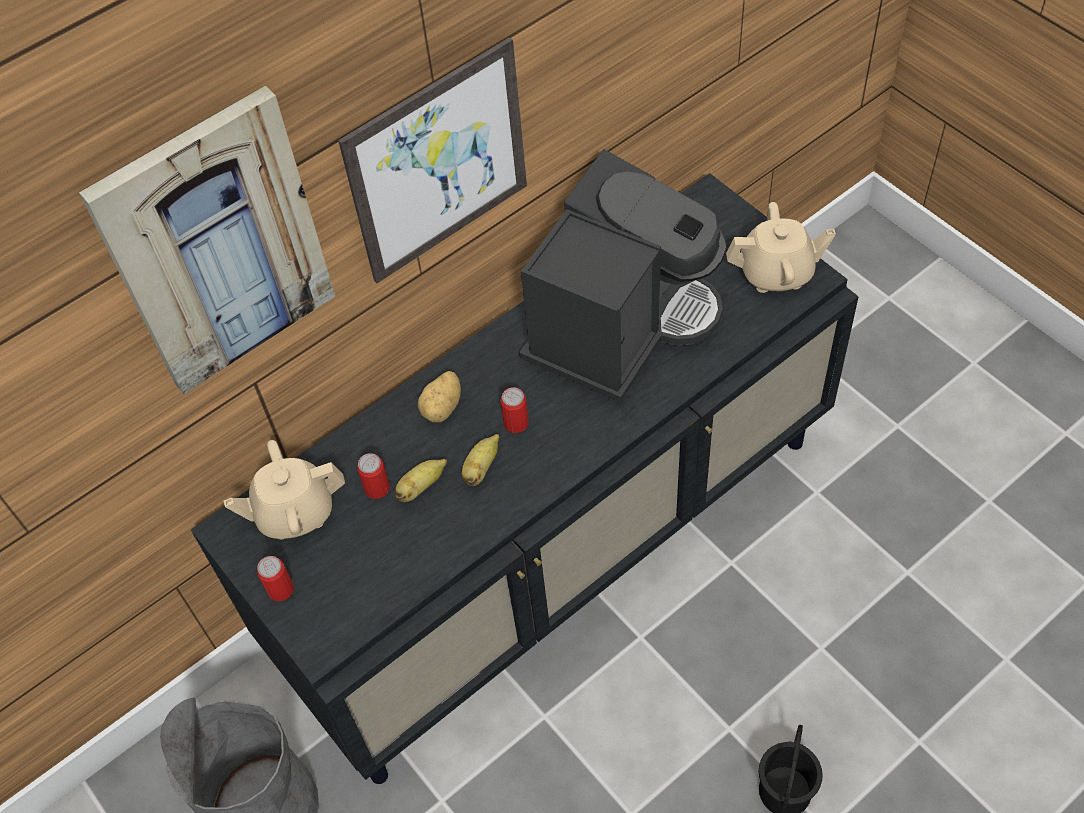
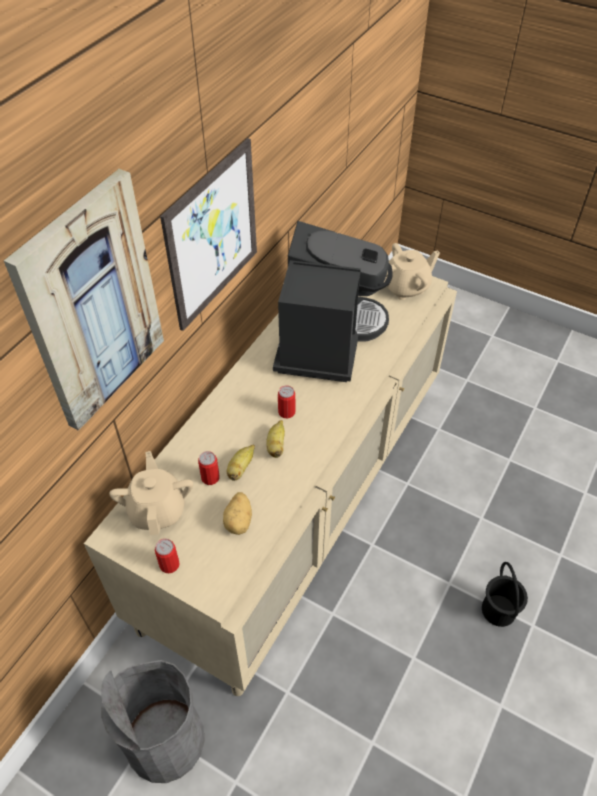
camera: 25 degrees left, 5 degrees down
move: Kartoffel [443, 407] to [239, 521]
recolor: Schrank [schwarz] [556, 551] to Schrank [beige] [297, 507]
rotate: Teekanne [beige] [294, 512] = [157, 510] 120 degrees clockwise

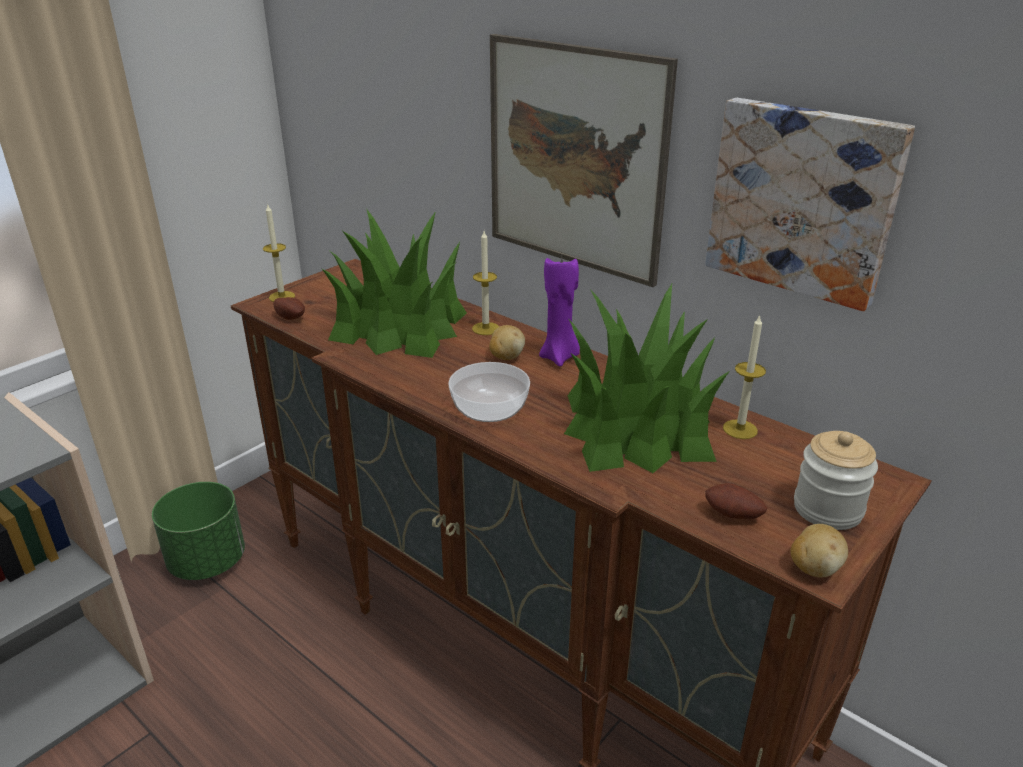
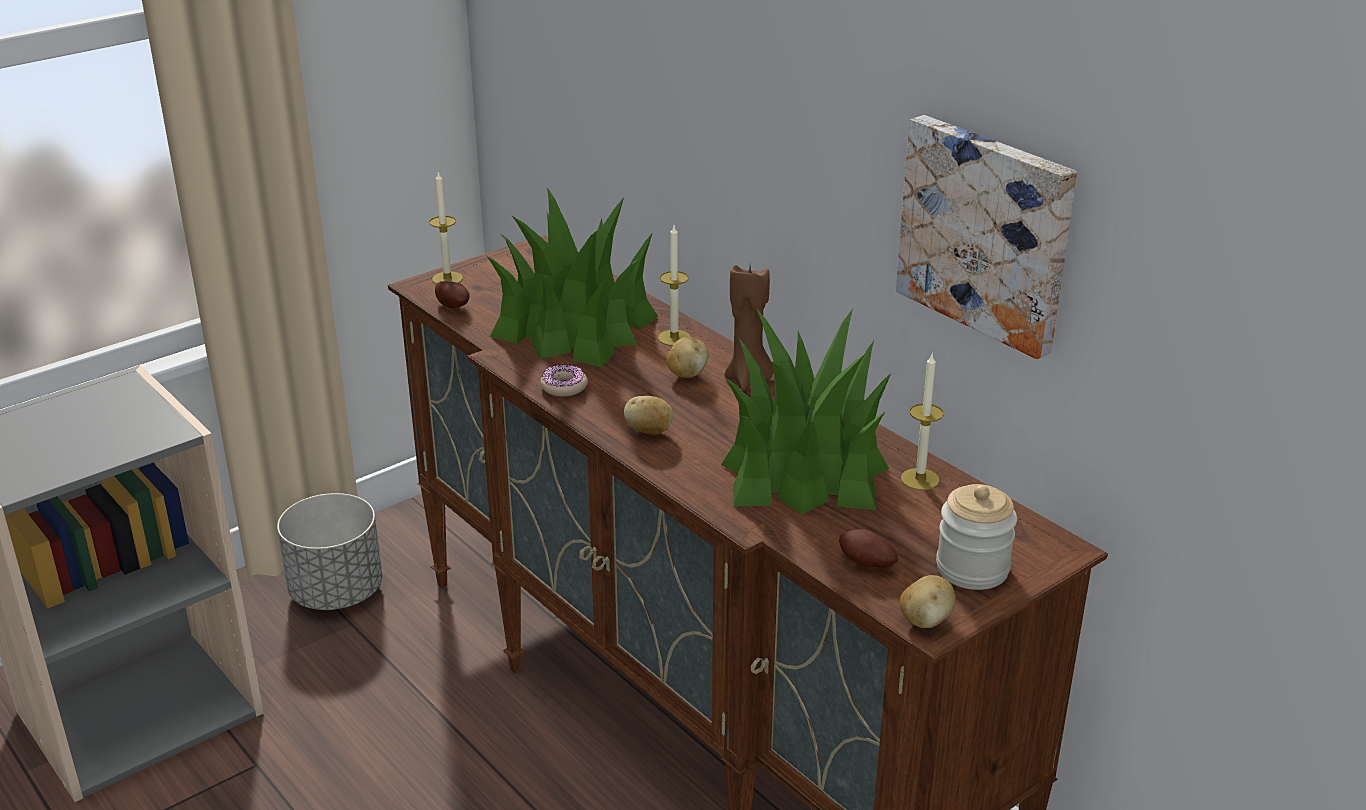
camera: 10 degrees right, 0 degrees up
delete: Bild [574, 158]
insert: Donut [564, 387]
replace: Schüssel [490, 409] to Kartoffel [649, 431]
recolor: Pflanzkübel [grün] [207, 561] to Pflanzkübel [grau] [337, 592]; Kerze [lila] [560, 357] to Kerze [braun] [749, 379]

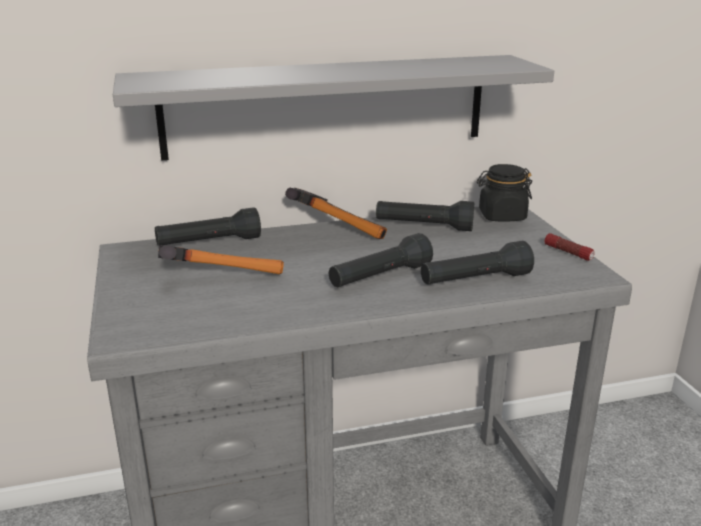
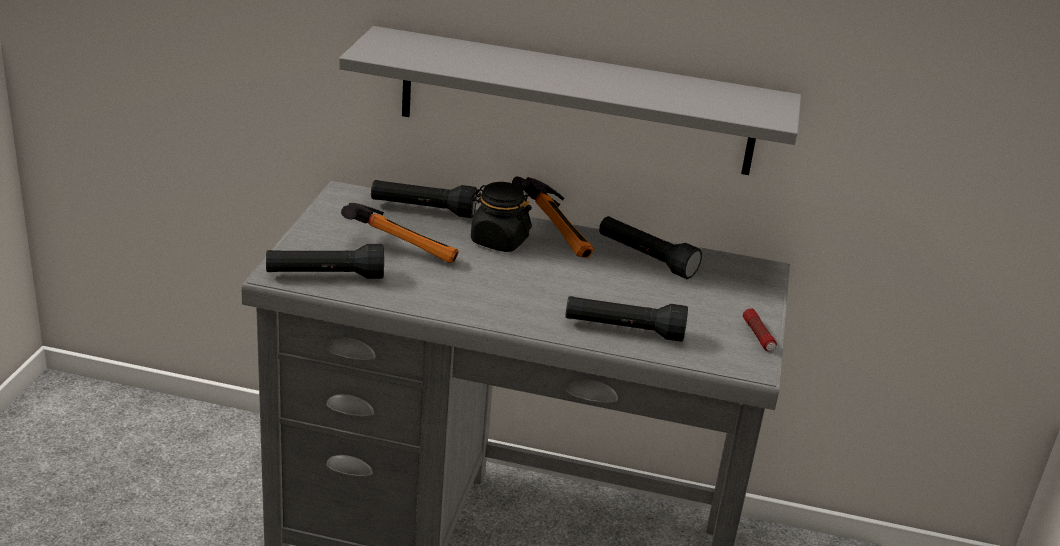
camera: 25 degrees right, 5 degrees up
move: Taschenlampe [schwarz] [380, 277] to [325, 276]; Vorratsglas [schwarz] [501, 216] to [499, 241]

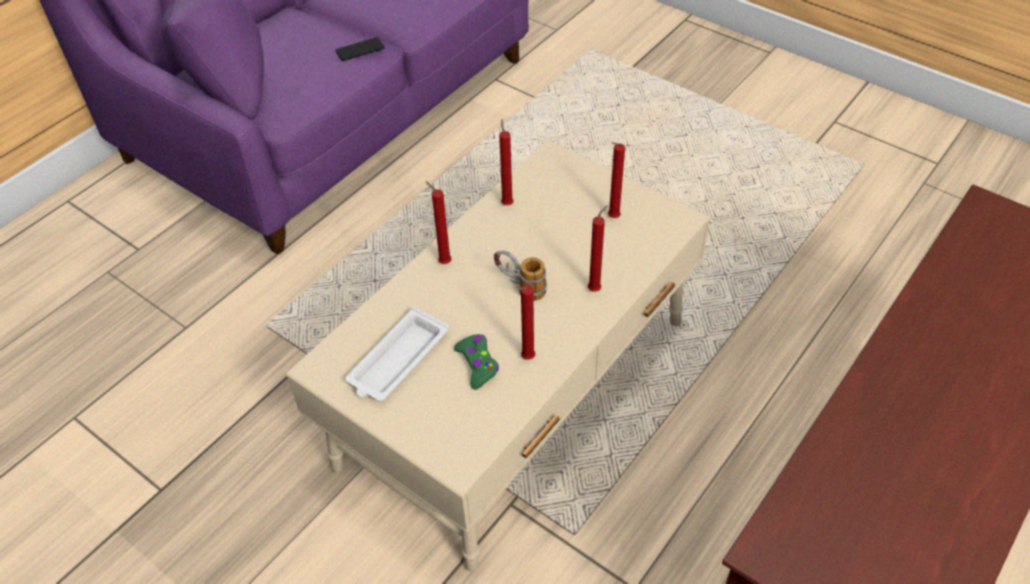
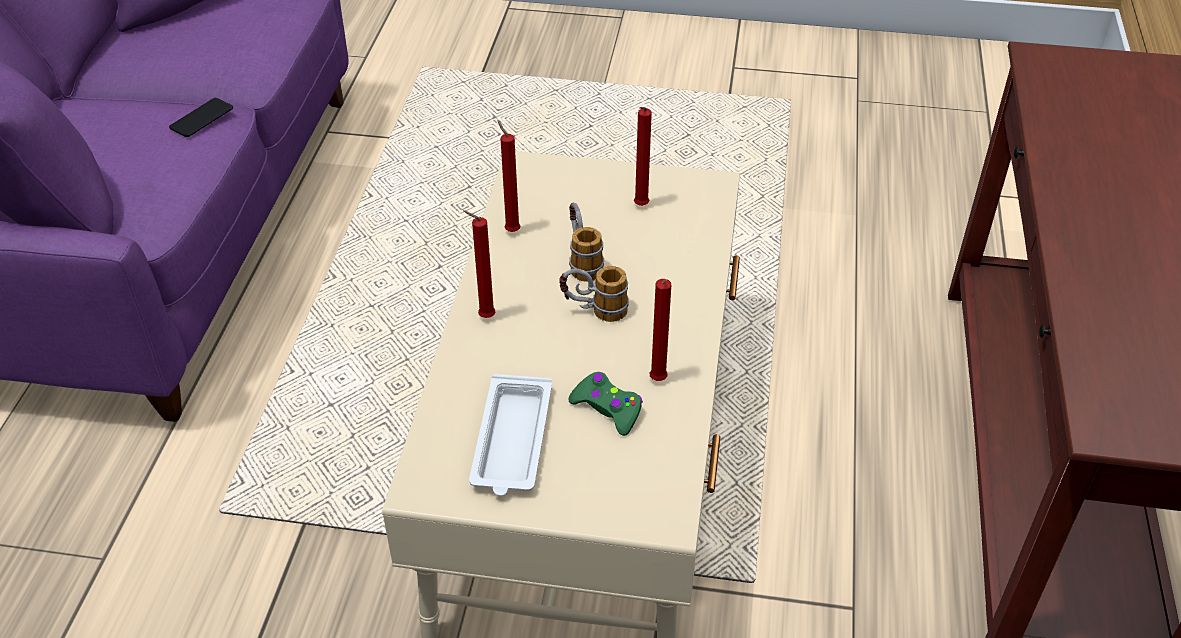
camera: 30 degrees left, 5 degrees down
delete: Kerze [rot] [596, 289]
insert: Henkelbecher [582, 261]

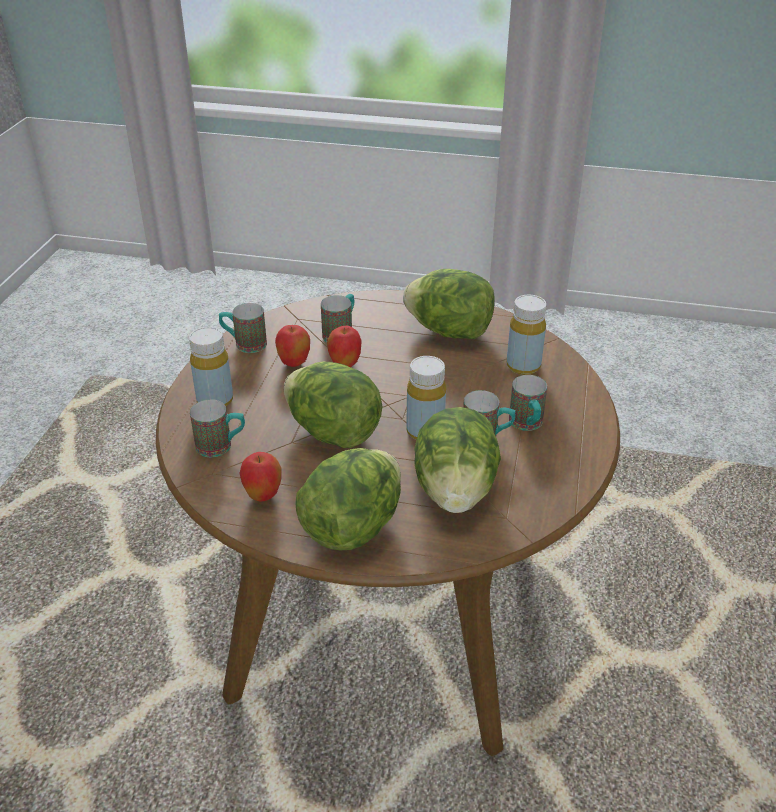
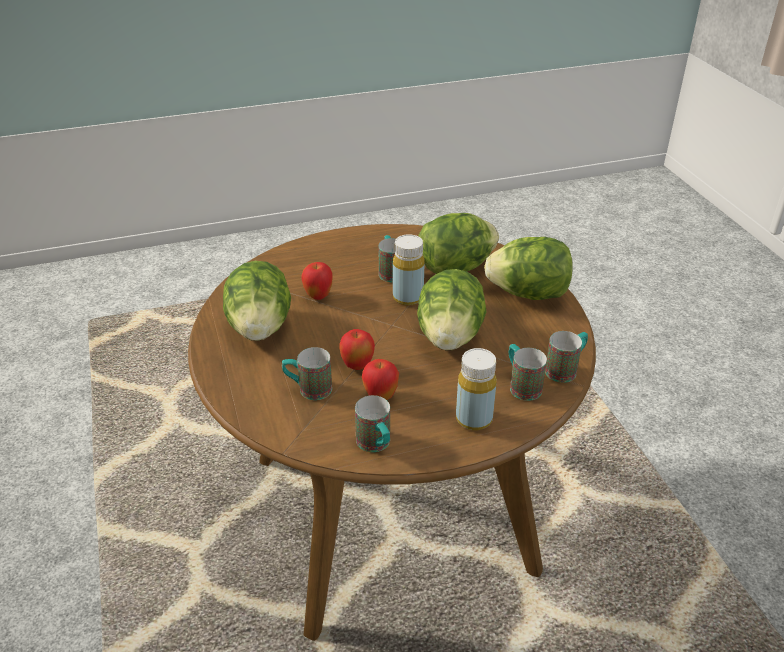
camera: 120 degrees left, 0 degrees up
delete: Flasche [gelb] [523, 366]
move: Apfel [263, 496] to [318, 296]; Henkelbecher [527, 425] to [565, 369]

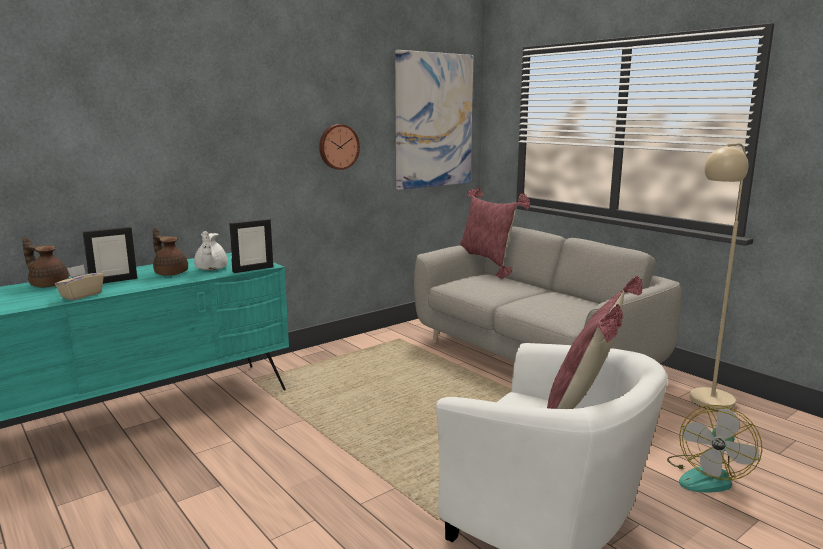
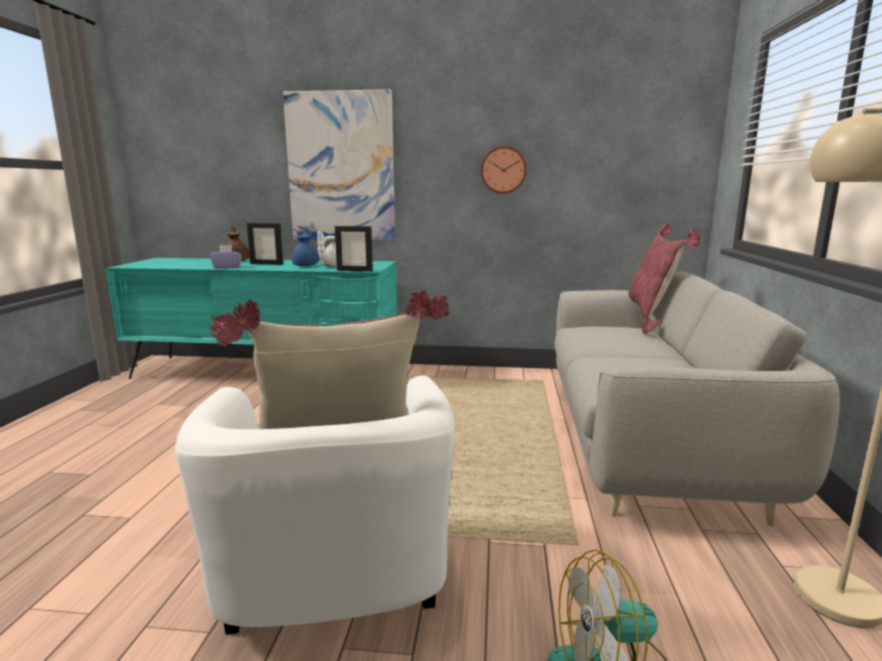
camera: 45 degrees right, 0 degrees up
move: Bild [433, 120] to [341, 167]
recolor: Taschentuchbox [beige] [81, 295] to Taschentuchbox [lila] [227, 267]; Teekanne [braun] [171, 273] to Teekanne [blau] [306, 265]

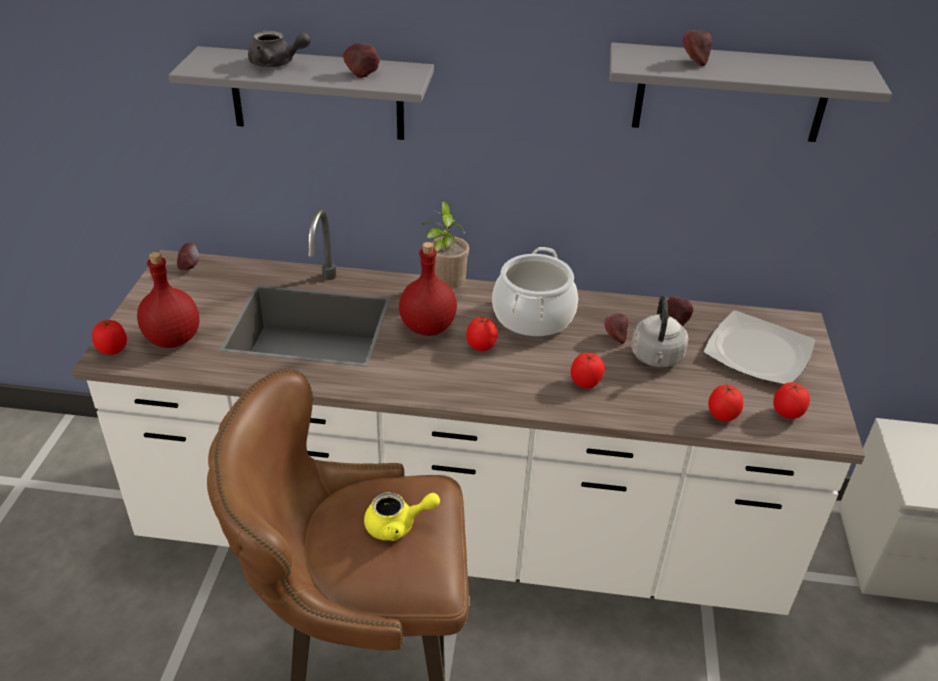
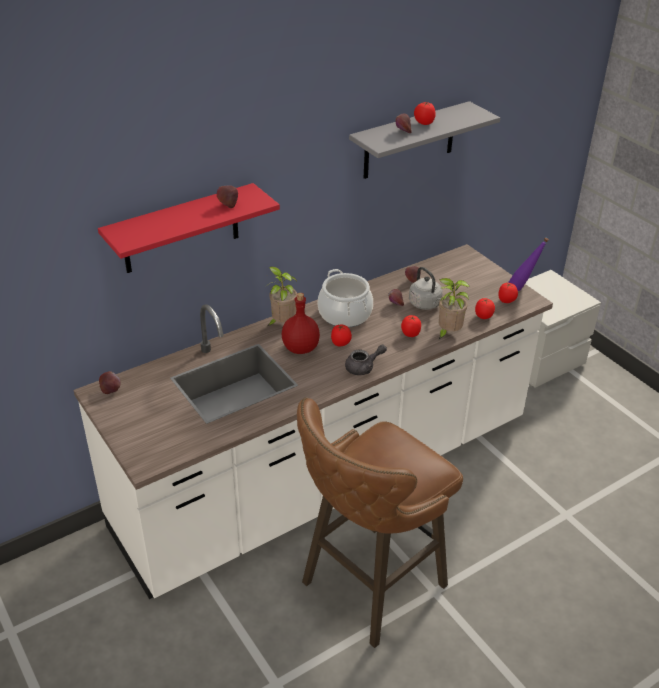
camera: 40 degrees left, 0 degrees up
delete: Flasche [rot] [173, 340]; Teekanne [gelb] [397, 525]; Teller [757, 351]
insert: Topfpflanze [448, 333]; Flasche [lila] [523, 288]
move: Tomate [113, 349] to [424, 123]; Teekanne [grau] [277, 64] to [364, 367]
recolor: Wandregal [grau] [317, 94] to Wandregal [rot] [181, 229]

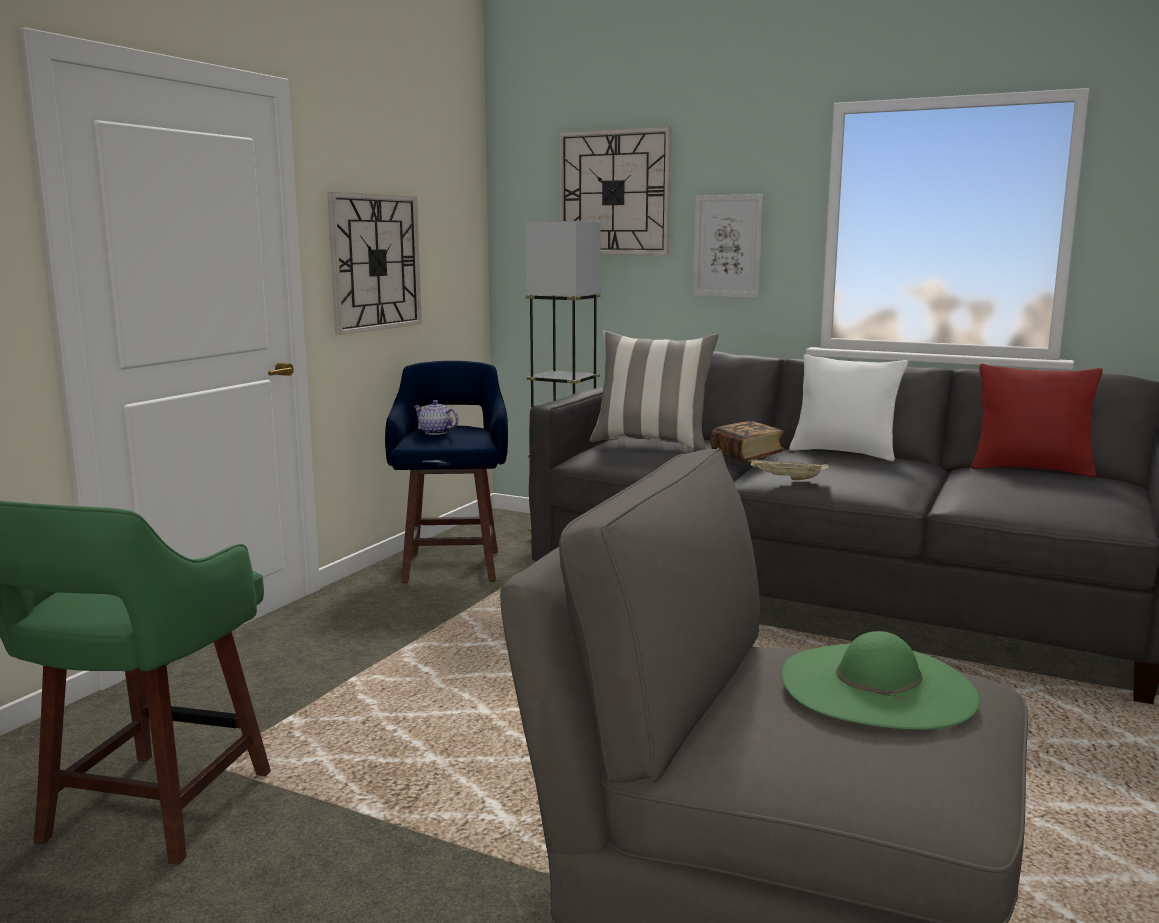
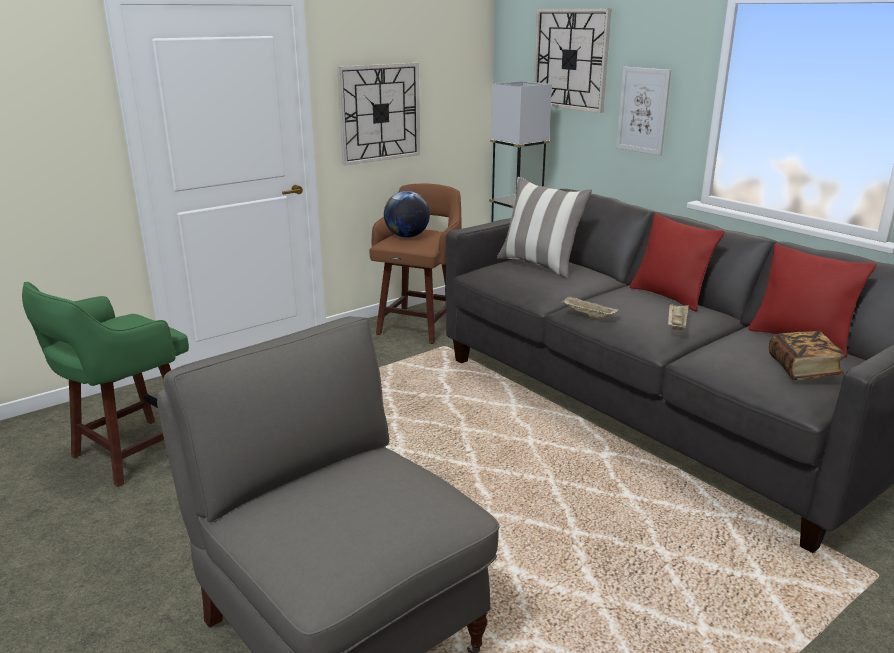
camera: 25 degrees right, 10 degrees up
delete: Hut [grün] [877, 685]
insert: Tablett [beige] [676, 325]
move: Buch [747, 457] to [803, 369]
replace: Teekanne [436, 432] to Globus [407, 236]
recolor: Hocker [blau] [453, 564] to Hocker [braun] [419, 326]; Kissen [weiß] [844, 453] to Kissen [rot] [669, 297]

